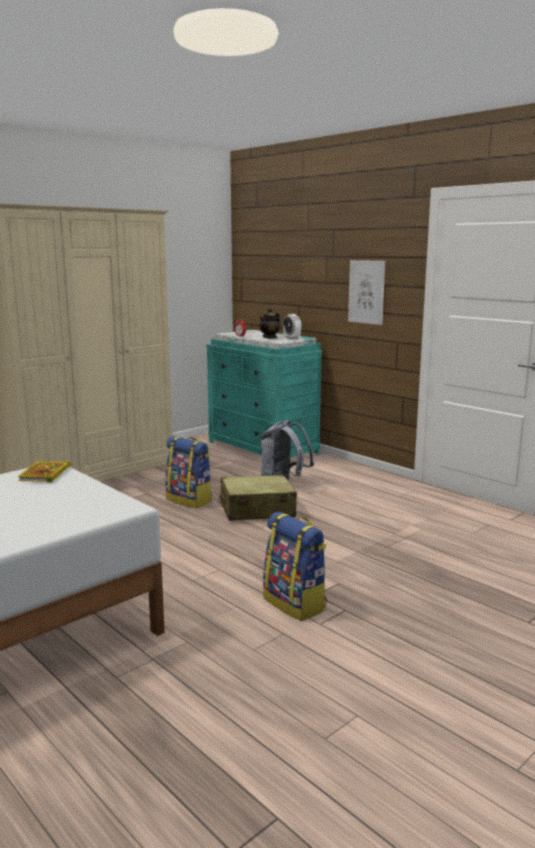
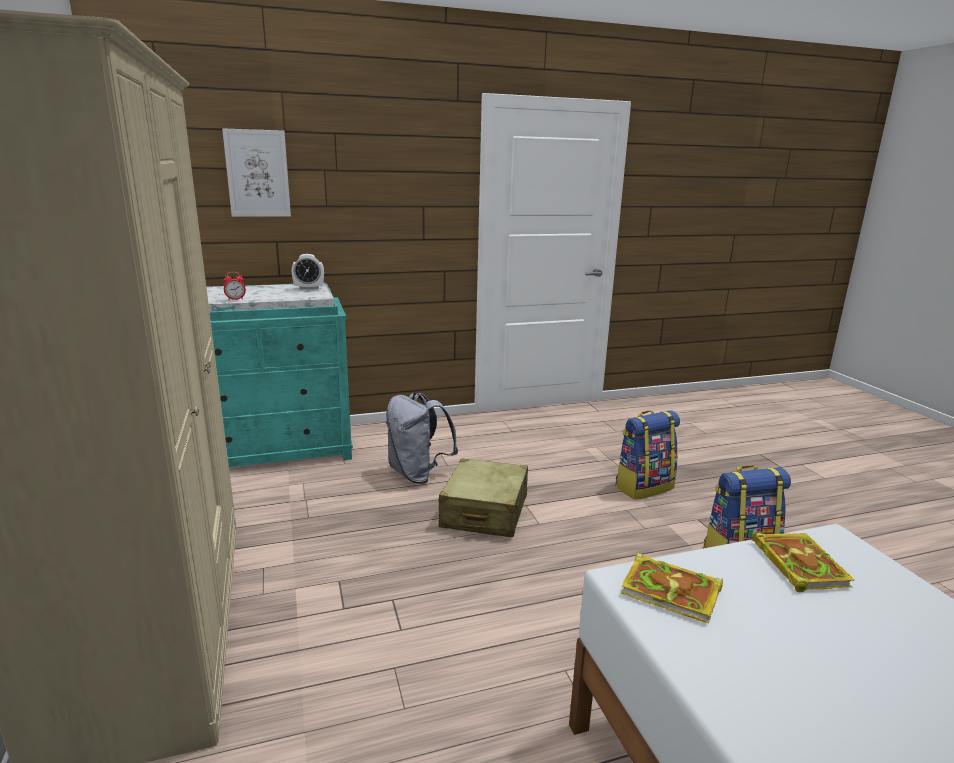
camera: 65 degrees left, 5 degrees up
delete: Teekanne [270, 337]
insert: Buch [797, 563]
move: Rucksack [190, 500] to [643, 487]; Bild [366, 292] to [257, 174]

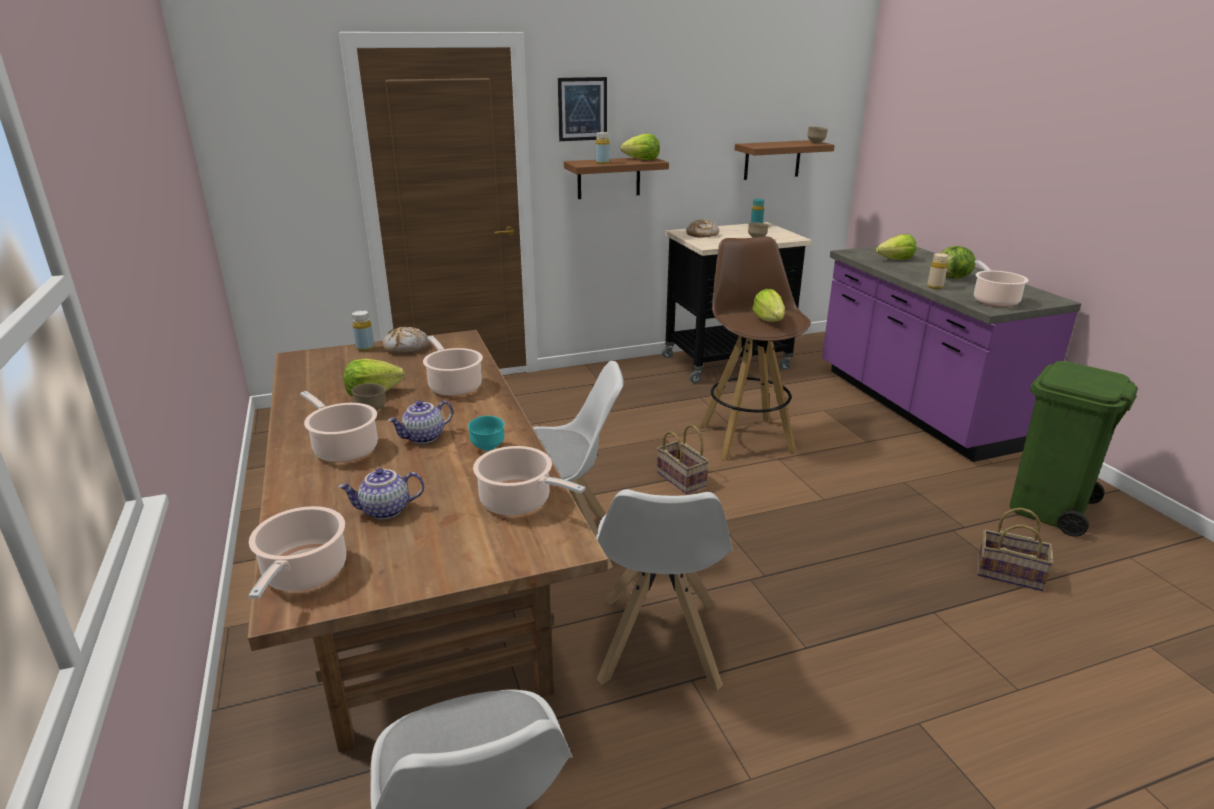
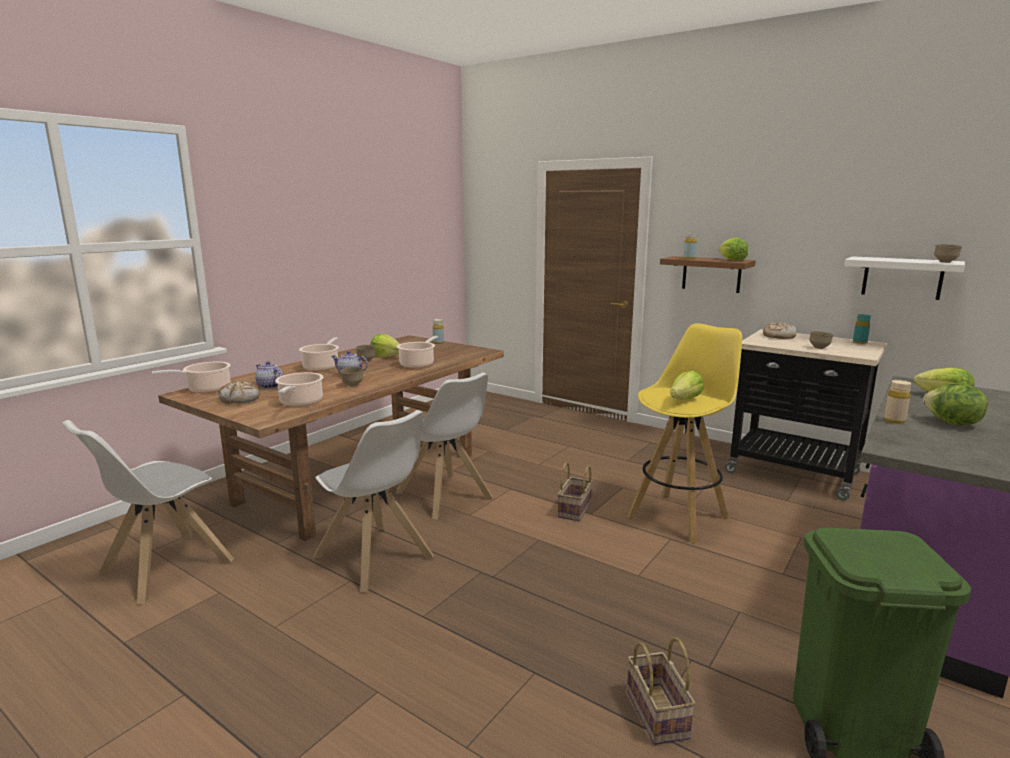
camera: 55 degrees right, 10 degrees down
delete: Bild [582, 109]; Kochtopf [994, 300]
move: Brot [406, 347] to [240, 399]
recolor: Schüssel [türkis] [488, 448] to Schüssel [braun] [352, 385]; Hocker [braun] [746, 438] to Hocker [gelb] [680, 516]; Wandregal [braun] [772, 160] to Wandregal [weiß] [902, 277]
rotate: Stuhl [658, 644] = [375, 558] 105 degrees counterclockwise

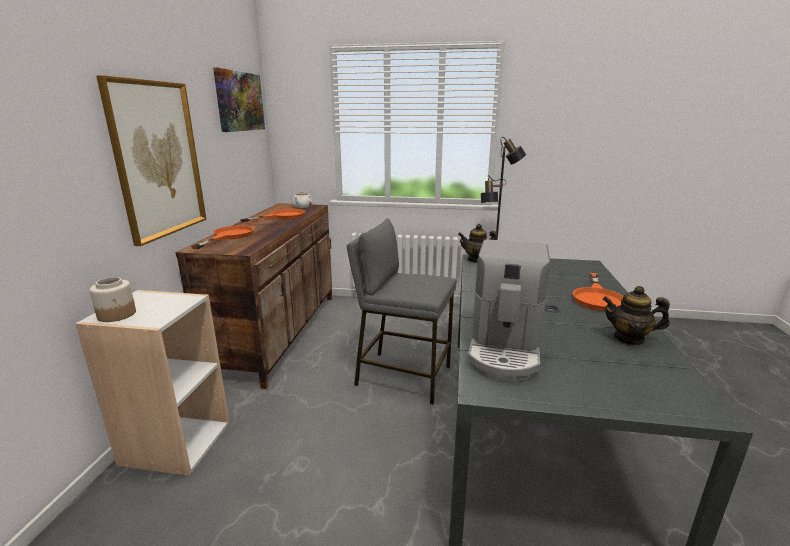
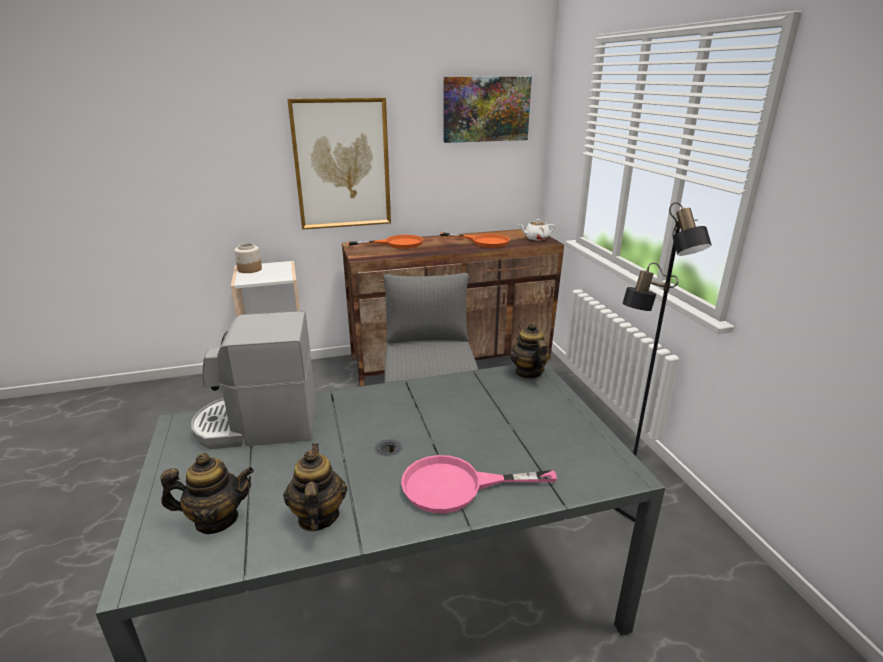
camera: 65 degrees right, 5 degrees up
insert: Teekanne [216, 519]
recolor: Pfanne [orange] [597, 297] to Pfanne [rosa] [457, 486]

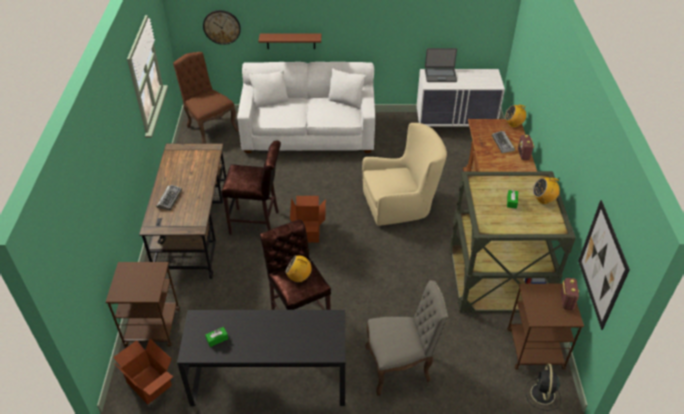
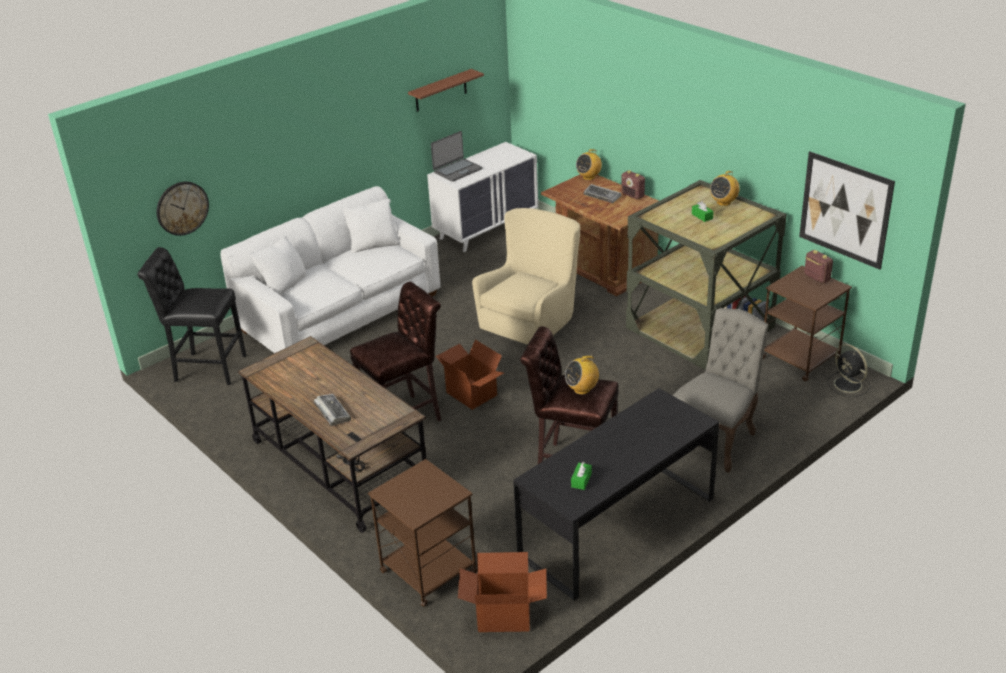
camera: 40 degrees left, 10 degrees down
move: Wandregal [braun] [291, 41] to [441, 91]
replace: Stuhl [braun] [210, 129] to Hocker [schwarz] [206, 368]

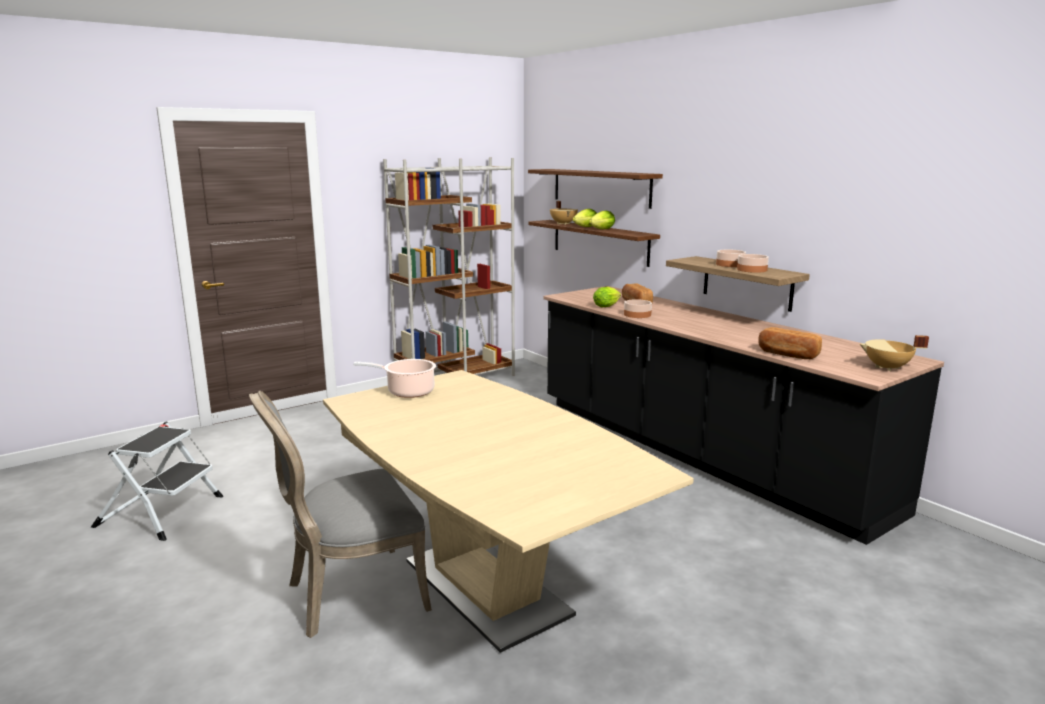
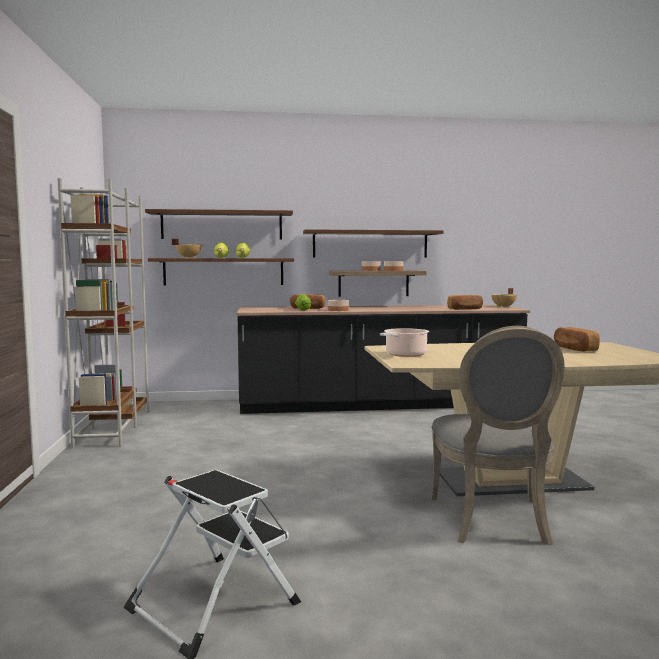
camera: 60 degrees left, 10 degrees down
insert: Wandregal [370, 244]; Brot [574, 349]

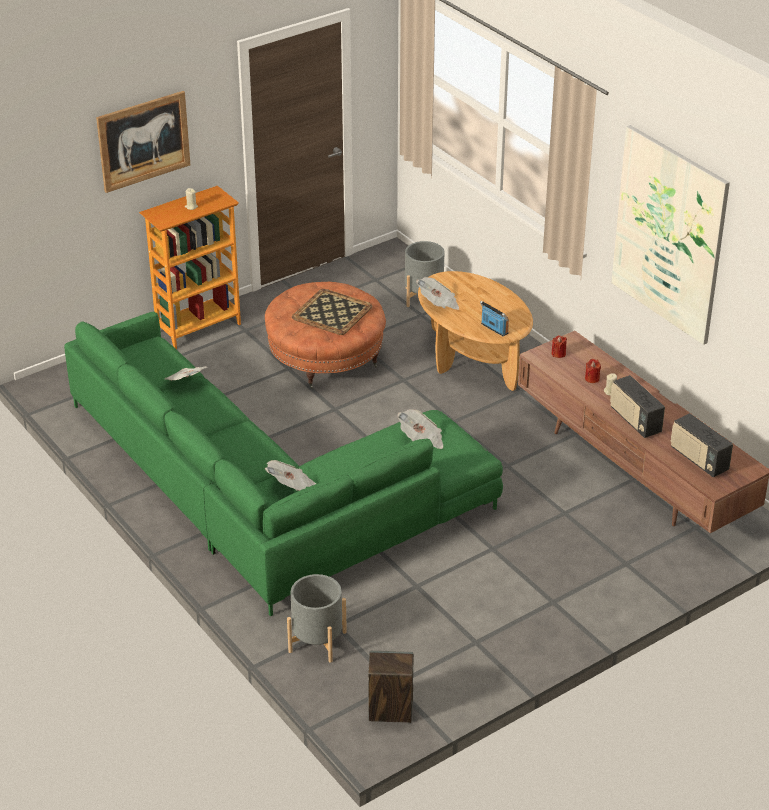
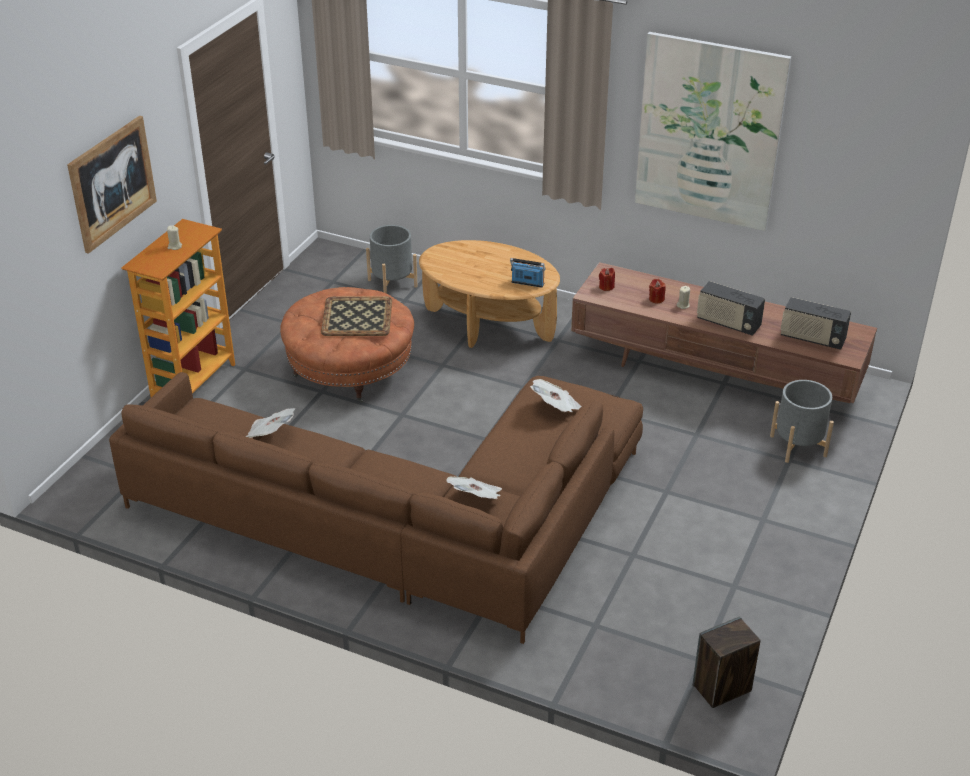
camera: 30 degrees left, 0 degrees up
delete: Zeitung [438, 304]
move: Pflanzkübel [grau] [317, 641] to [798, 446]
recolor: Sofa [grün] [267, 491] to Sofa [braun] [407, 519]

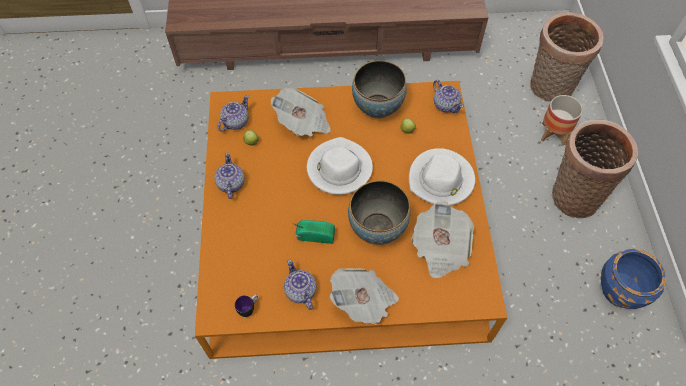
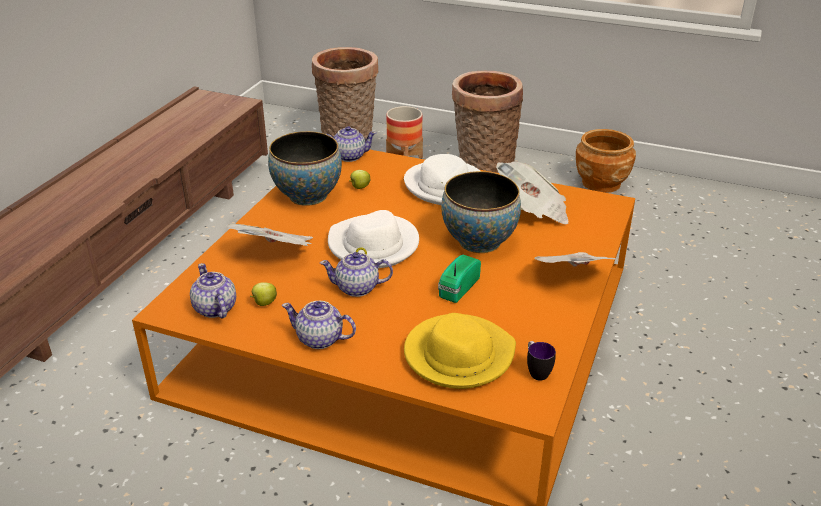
camera: 65 degrees left, 25 degrees down
insert: Hut [gelb] [458, 355]
move: Teekanne [300, 292] to [357, 288]
recolor: Pflanzkübel [blau] [620, 291] to Pflanzkübel [braun] [601, 183]

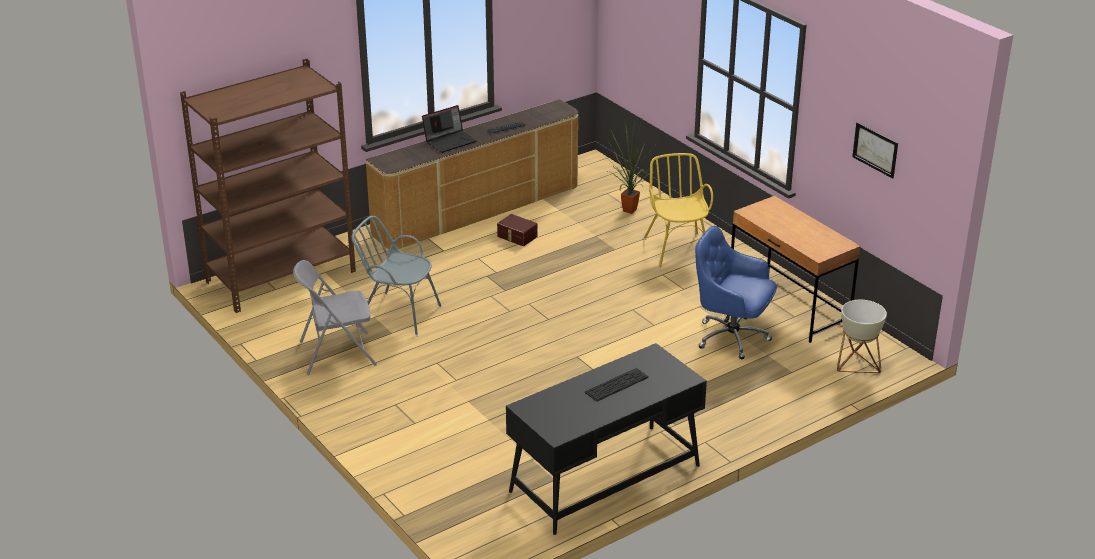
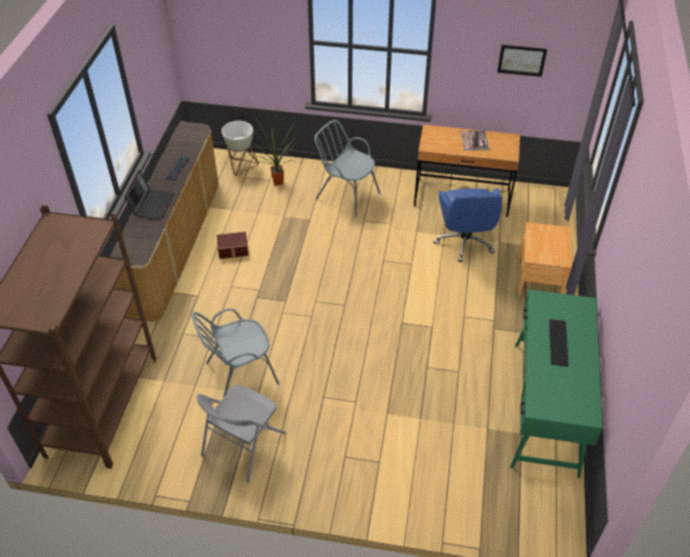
camera: 45 degrees left, 15 degrees up
insert: Buch [474, 141]; Nachttisch [braun] [539, 277]
move: Pflanzkübel [857, 364] to [241, 165]
recolor: Schreibtisch [schwarz] [604, 478] to Schreibtisch [grün] [545, 407]; Stuhl [gelb] [677, 249] to Stuhl [grau] [346, 195]
rotate: Bürostuhl [blau] [732, 337] = [464, 242] 75 degrees counterclockwise

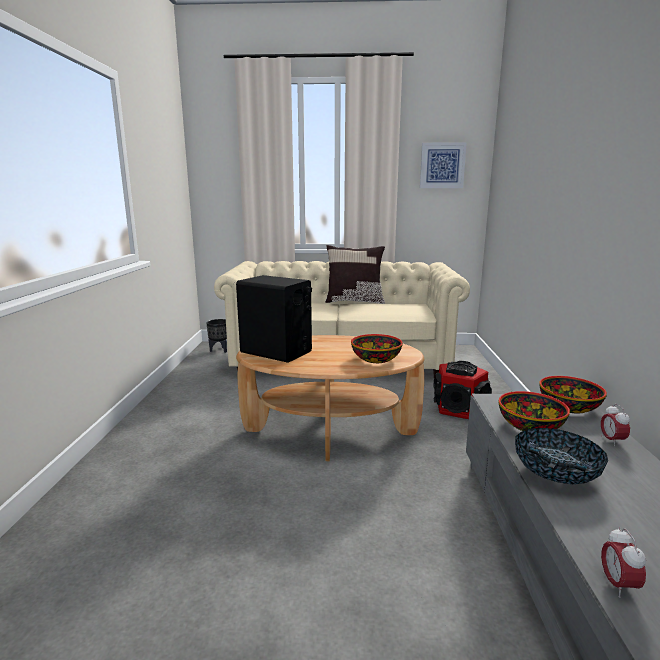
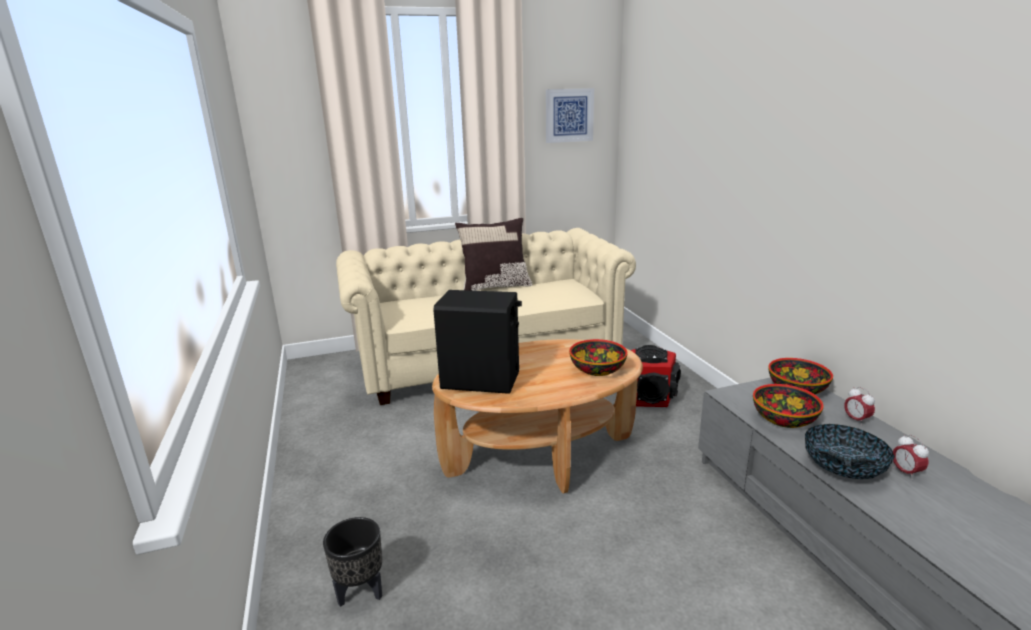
camera: 20 degrees left, 5 degrees up
move: Pflanzkübel [schwarz] [220, 350] to [361, 591]; Wecker [618, 585] to [905, 473]

